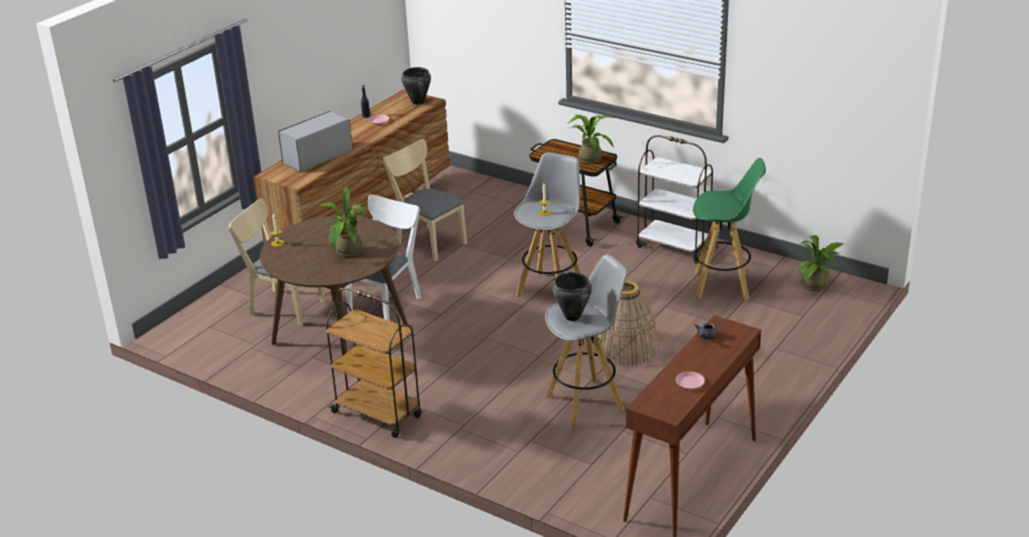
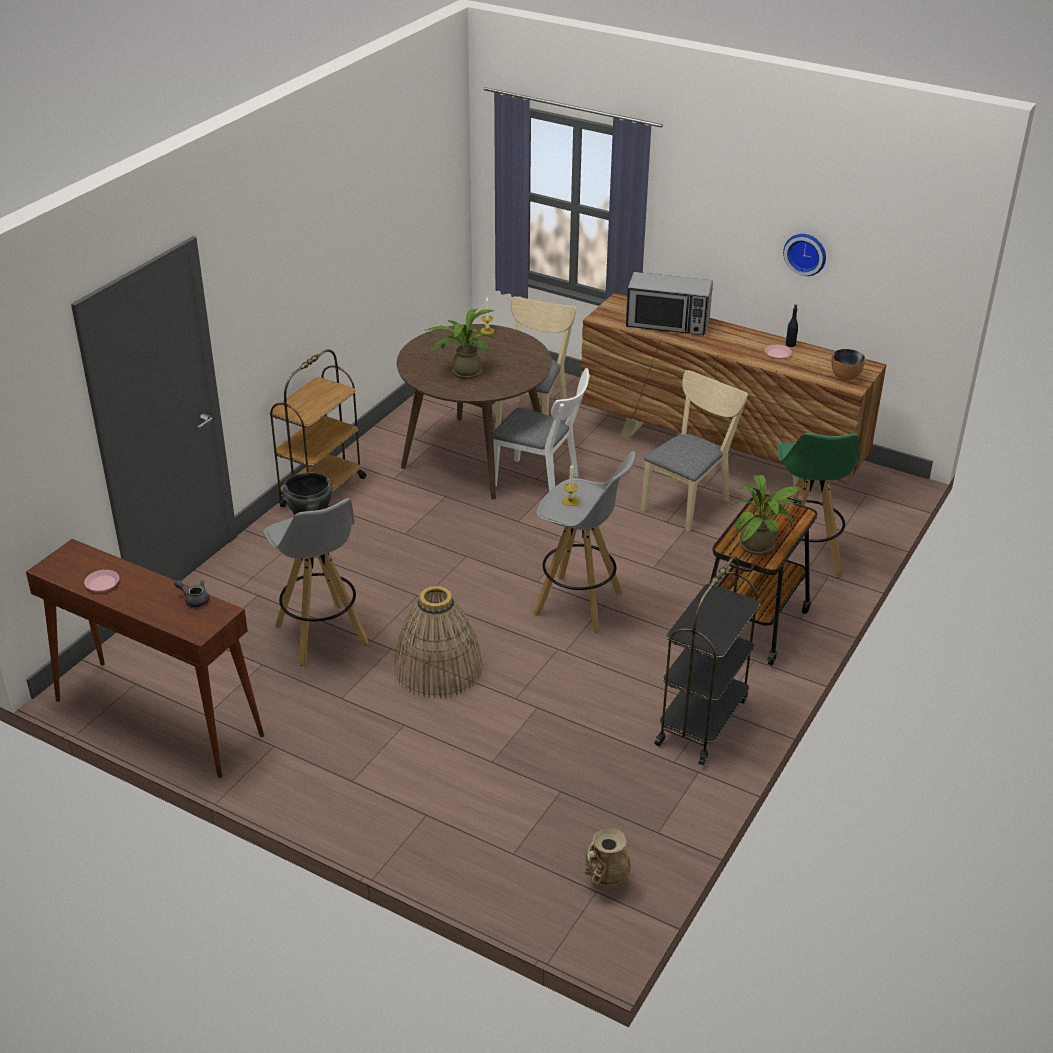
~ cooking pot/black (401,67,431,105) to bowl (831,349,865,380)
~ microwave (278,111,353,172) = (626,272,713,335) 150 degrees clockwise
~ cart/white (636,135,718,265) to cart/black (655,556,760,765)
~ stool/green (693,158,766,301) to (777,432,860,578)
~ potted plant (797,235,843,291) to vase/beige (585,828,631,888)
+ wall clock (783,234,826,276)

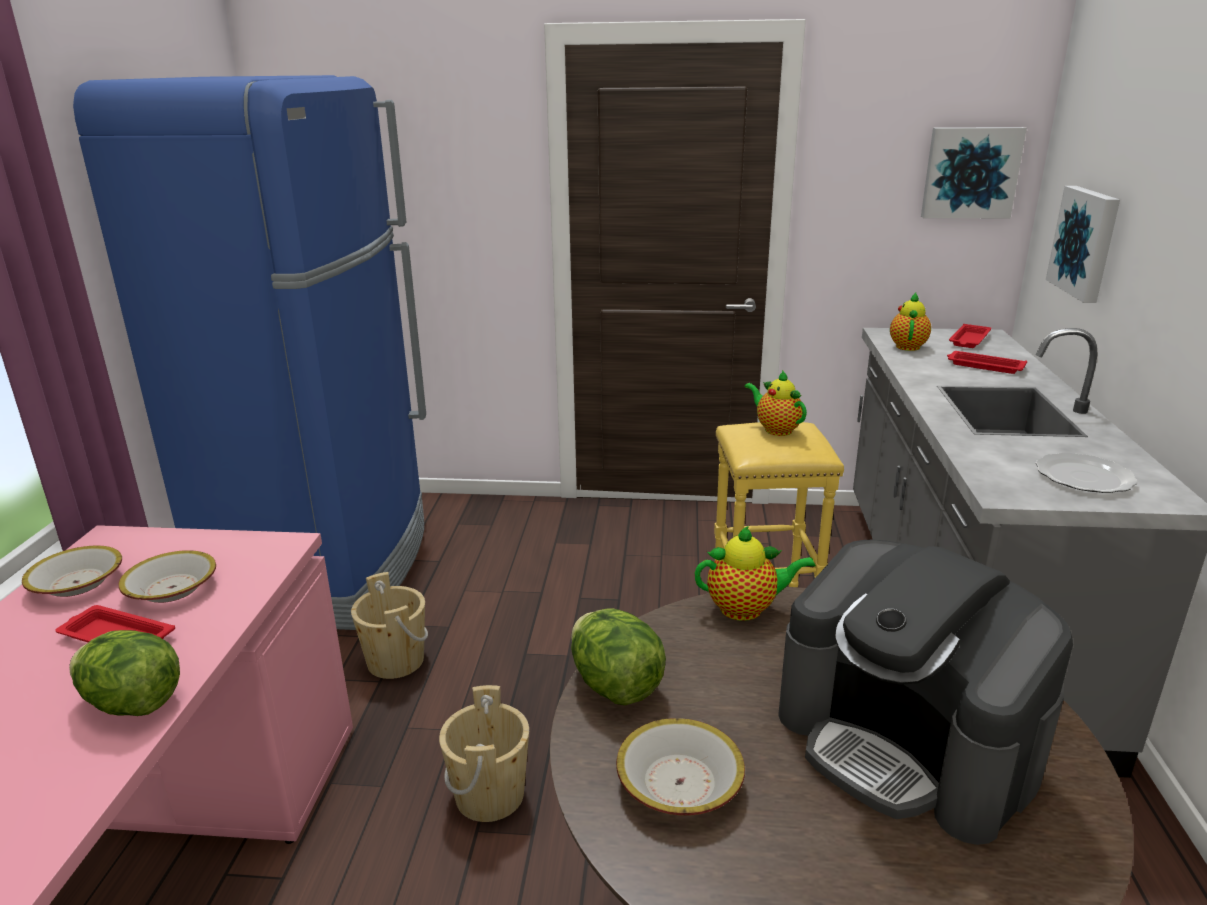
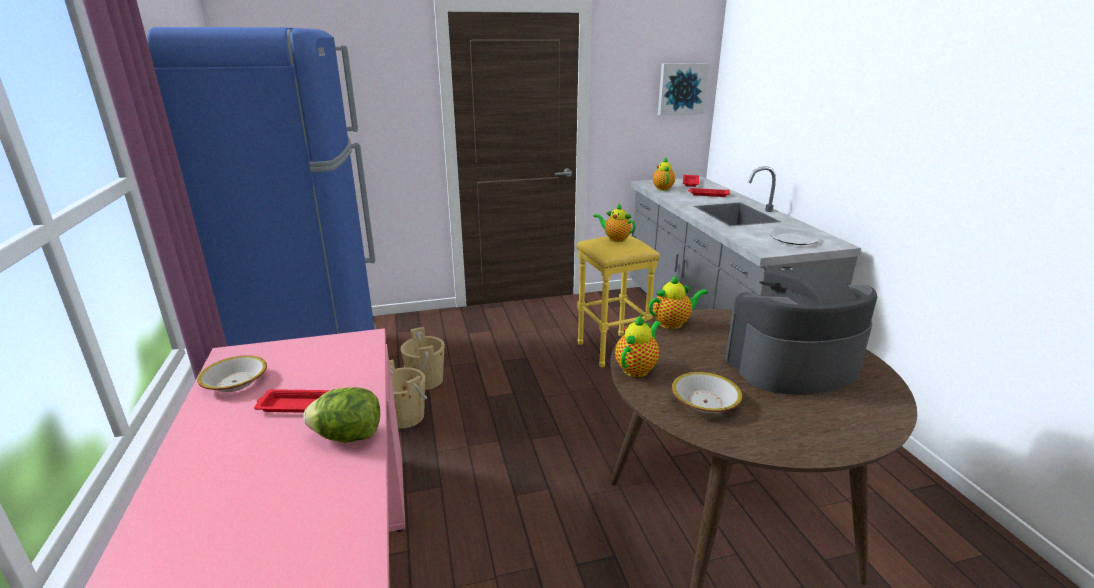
- picture (1046,186,1120,303)
~ coffee machine (778,539,1073,845) = (725,267,877,395) 135 degrees clockwise
- bowl (119,550,216,603)
~ lettuce (571,608,666,705) to teapot (615,315,661,377)
~ bucket/beige (439,685,529,822) to (400,327,445,390)

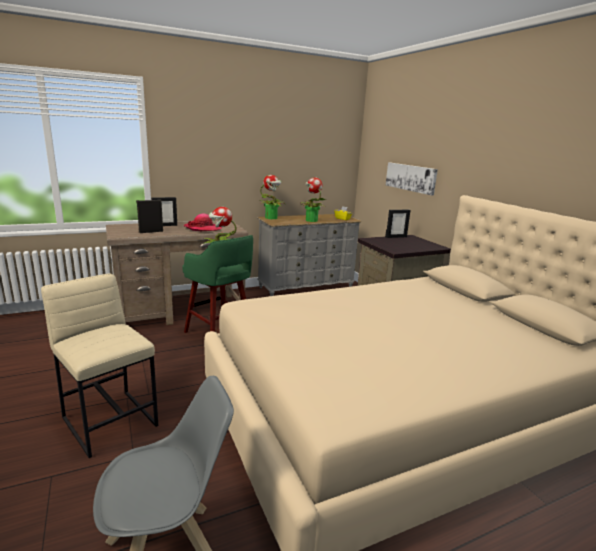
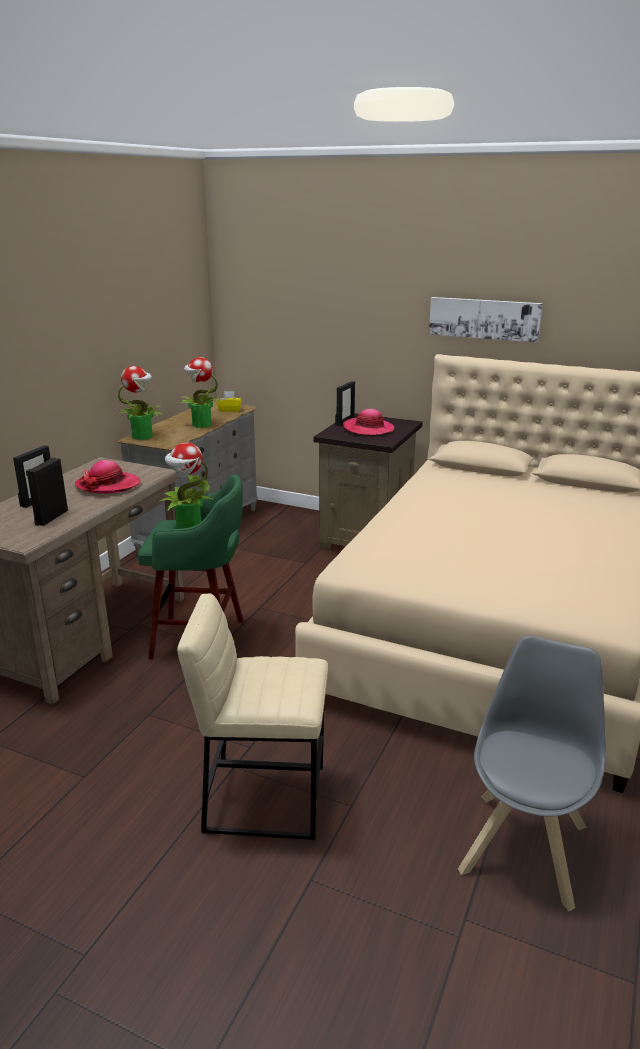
~ picture (386,162,438,196) to (429,297,543,343)
+ hat (343,409,394,435)

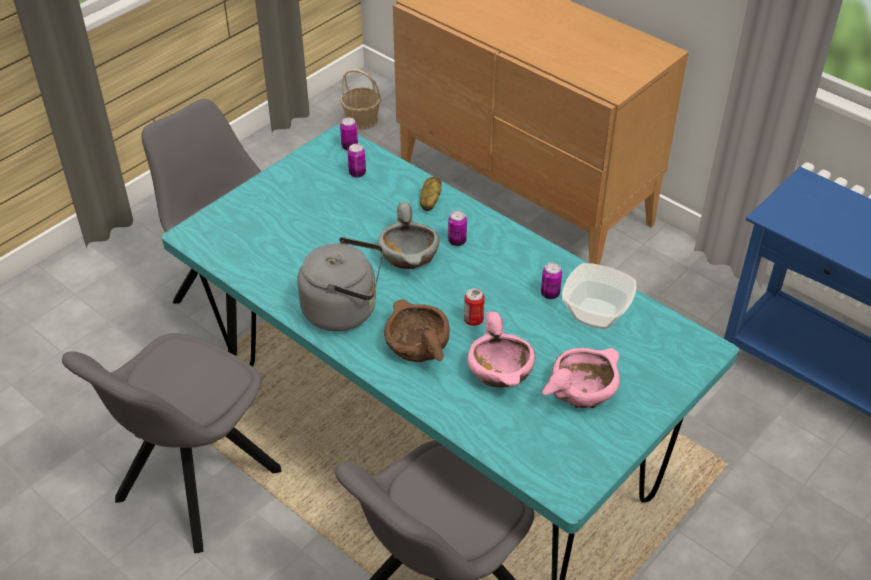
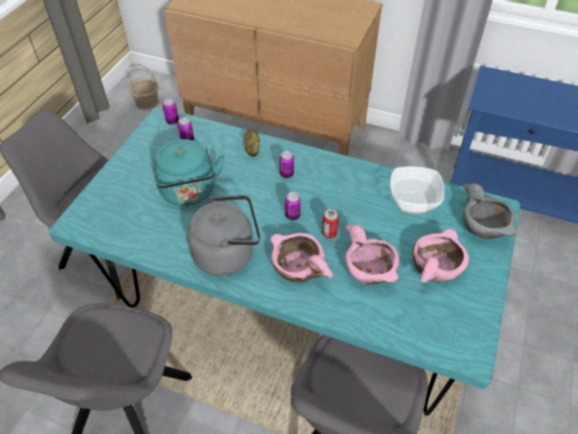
~ bowl/grey (378,202,439,269) to (463,183,517,239)
~ can (541,263,562,299) to (285,192,301,220)
~ bowl/brown (384,299,450,362) to bowl/pink (270,233,333,282)
+ kettle/turquoise (153,139,225,206)

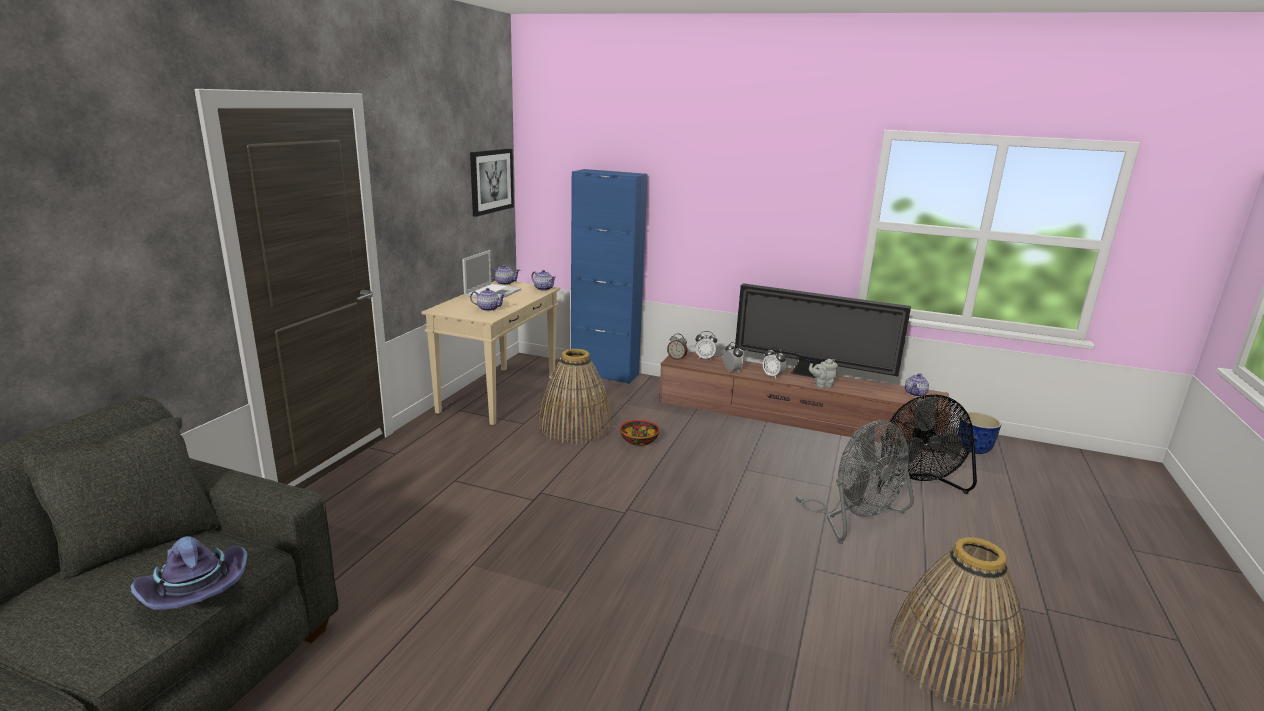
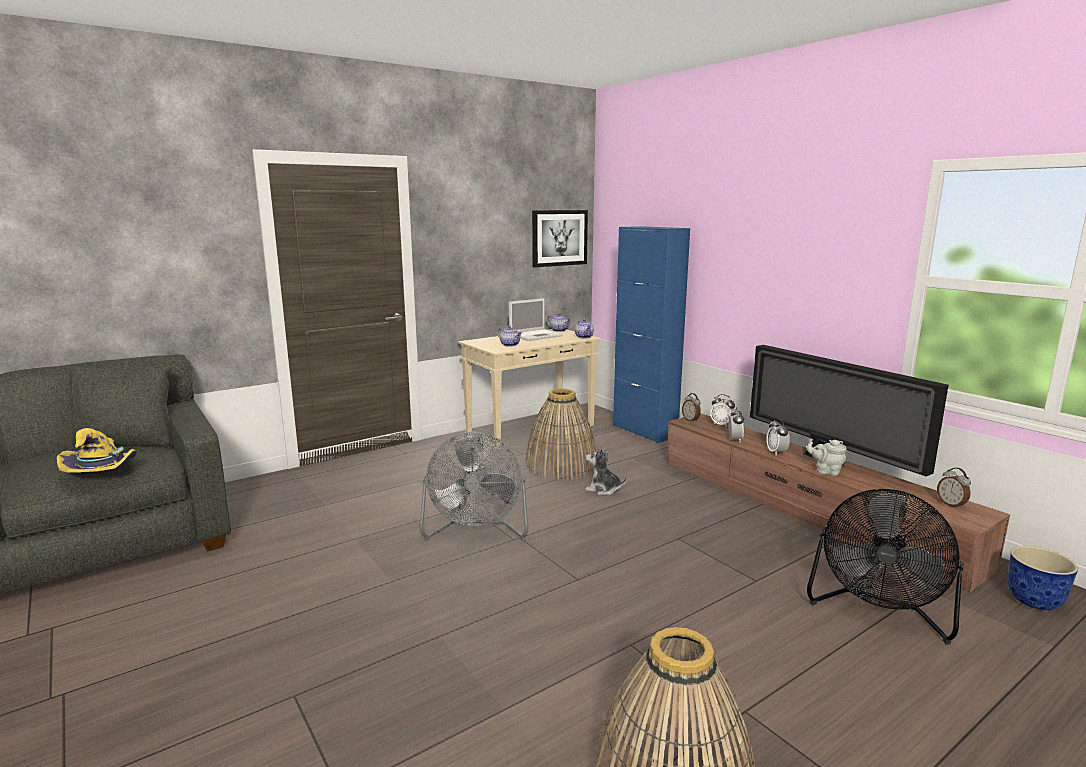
~ teapot (905,373,929,397) to alarm clock (937,468,971,509)
~ bowl (620,420,660,446) to plush toy (585,447,627,495)
~ fan/grey (796,420,914,544) to (419,432,528,541)
~ hat/purple (130,536,248,610) to hat/yellow (57,428,136,472)

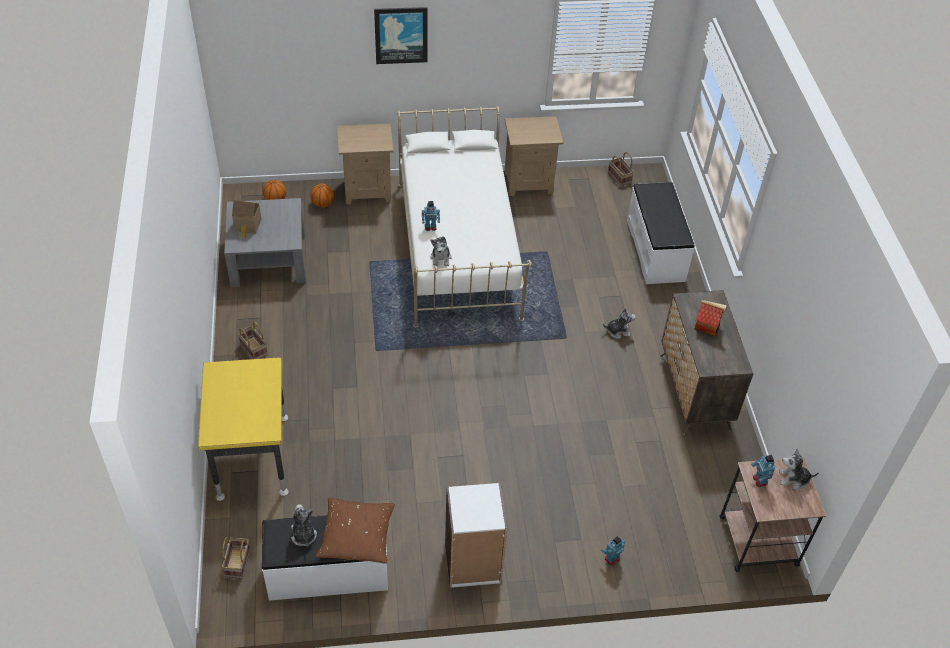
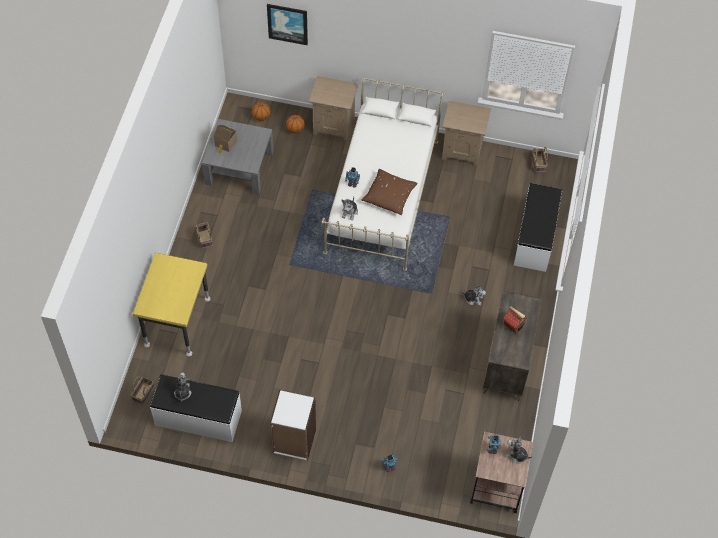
~ picture (374,7,428,64) to (267,4,308,45)
~ pillow/brown (316,498,395,564) to (362,169,418,215)

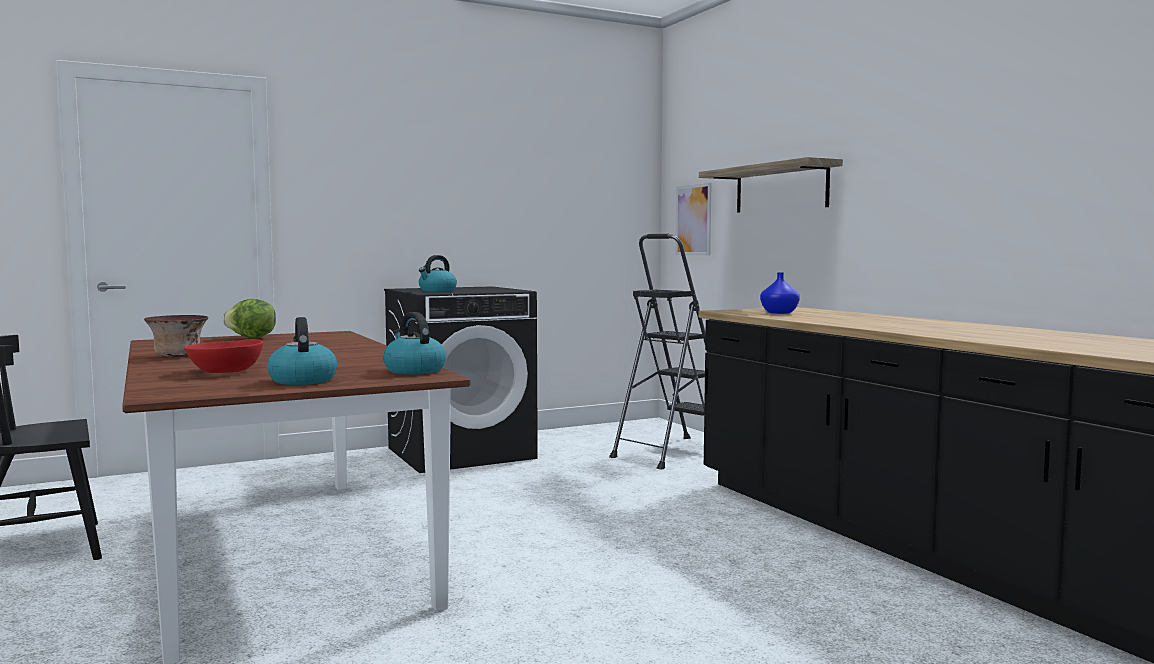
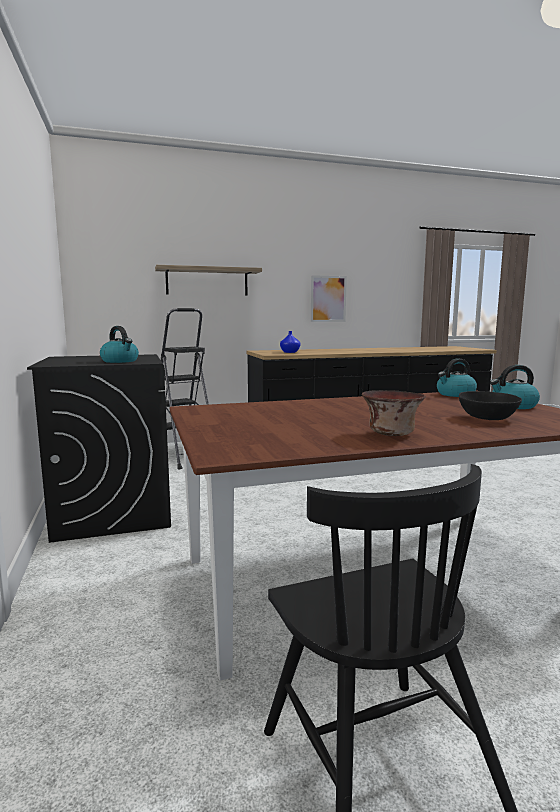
~ picture (675,183,712,256) to (311,275,347,322)
- lettuce (223,299,276,338)
~ bowl/red (184,339,263,373) to bowl/black (459,391,522,420)

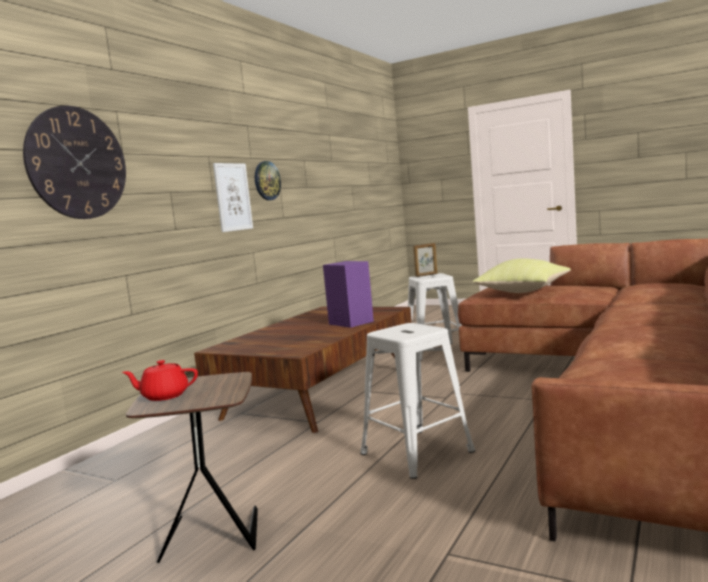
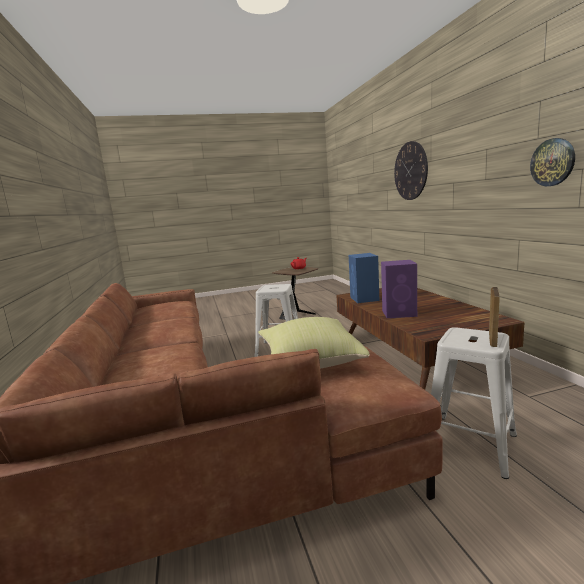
- picture (213,163,253,232)
+ speaker/blue (349,253,379,303)

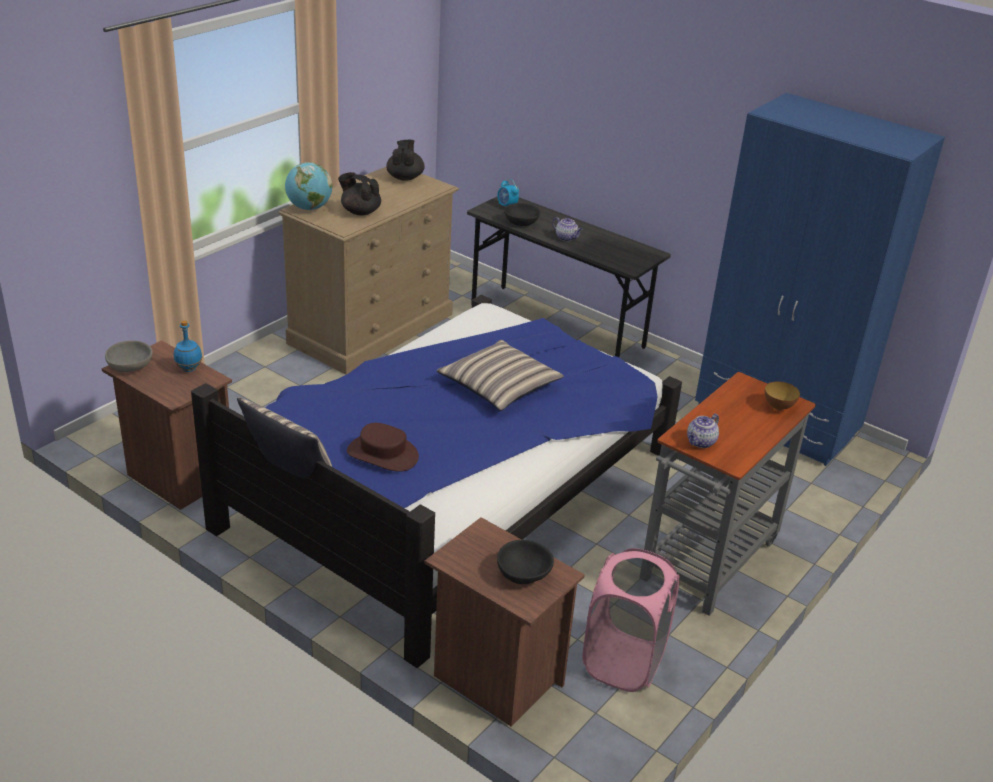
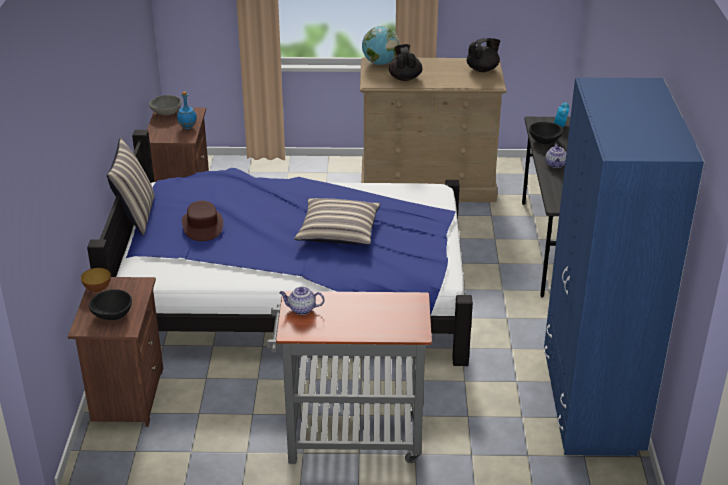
~ bowl (765,381,800,410) to (81,268,111,293)
- laundry basket/pink (583,548,680,692)

